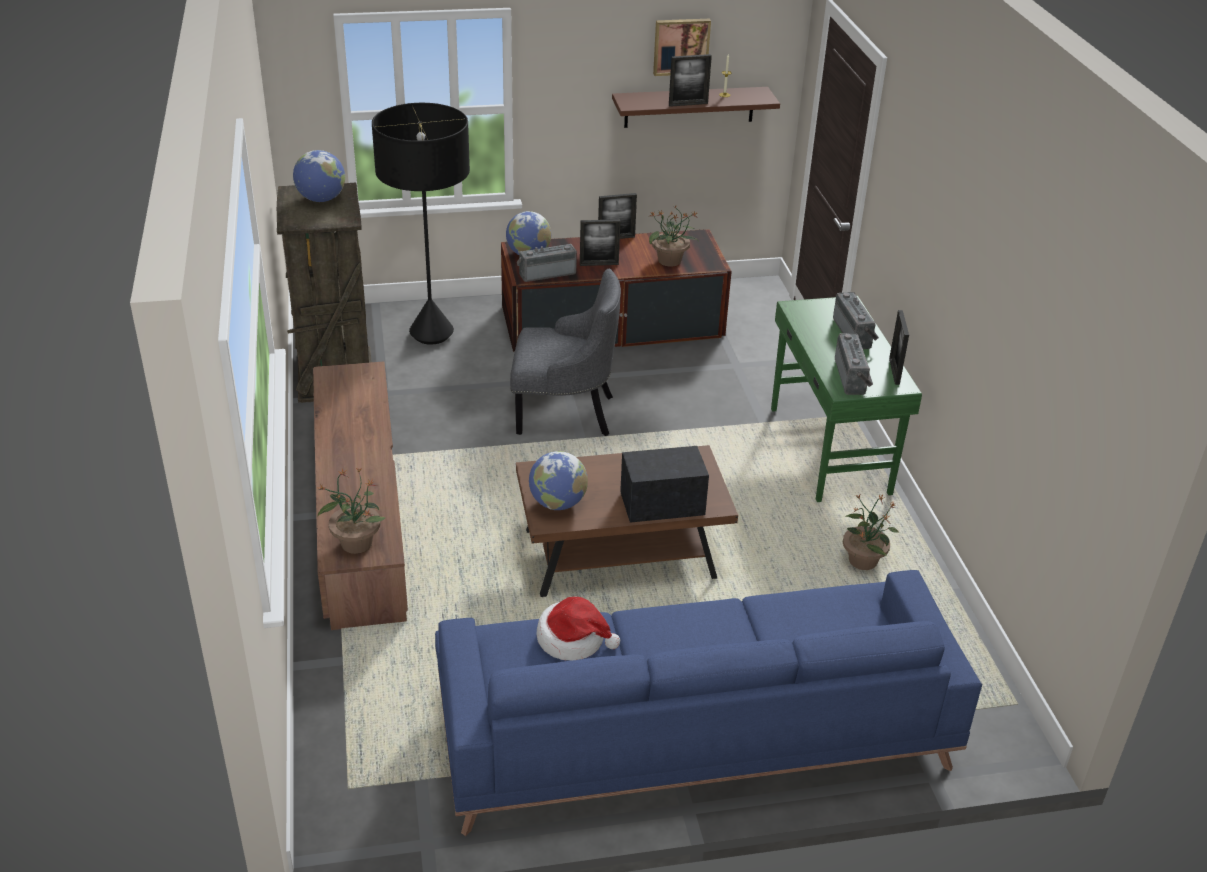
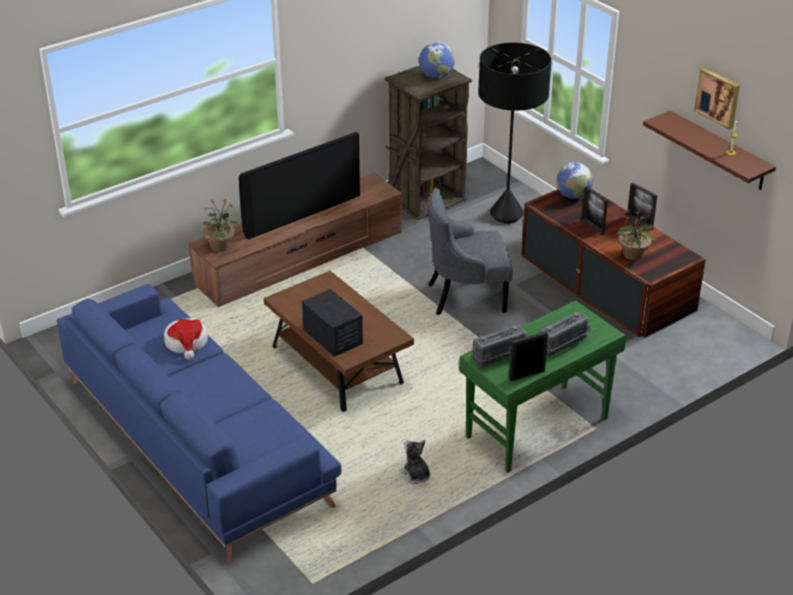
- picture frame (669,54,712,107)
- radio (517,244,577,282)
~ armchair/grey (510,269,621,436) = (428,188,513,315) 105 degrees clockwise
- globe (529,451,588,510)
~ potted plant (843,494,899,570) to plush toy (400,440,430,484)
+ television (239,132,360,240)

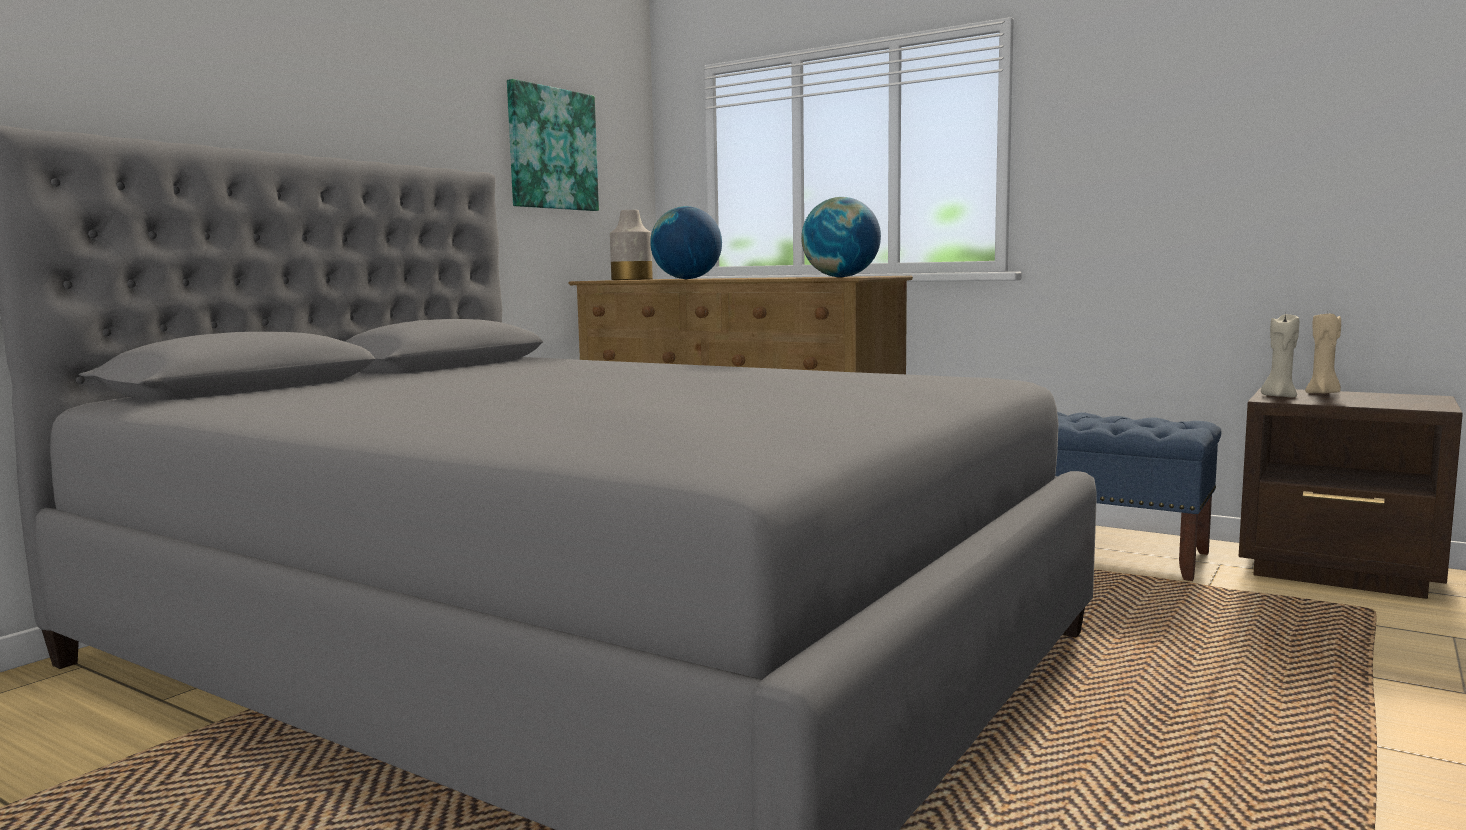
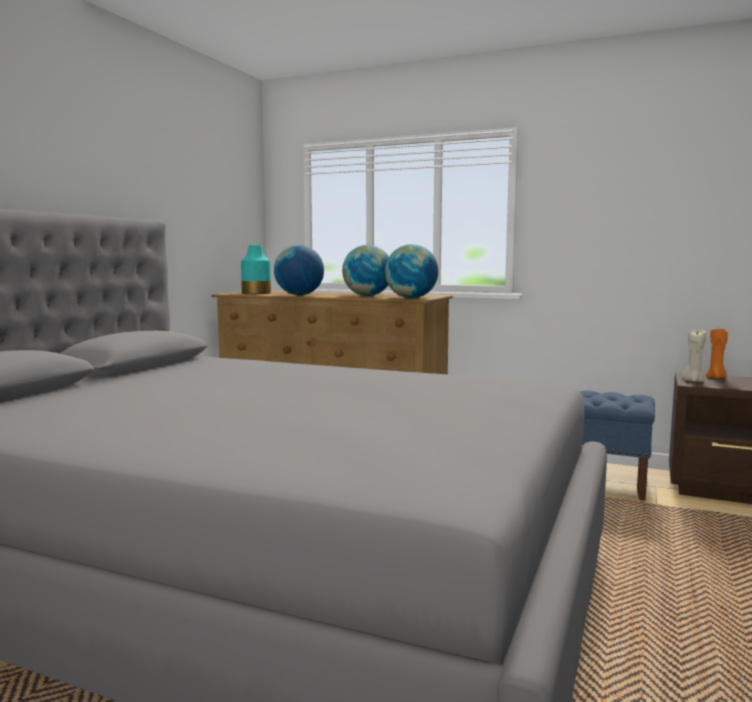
- picture (507,79,599,211)
~ vase/beige (610,210,653,280) to vase/turquoise (241,245,271,294)
~ candle/beige (1305,311,1341,394) to candle/orange (706,327,728,379)
+ globe (342,245,389,296)

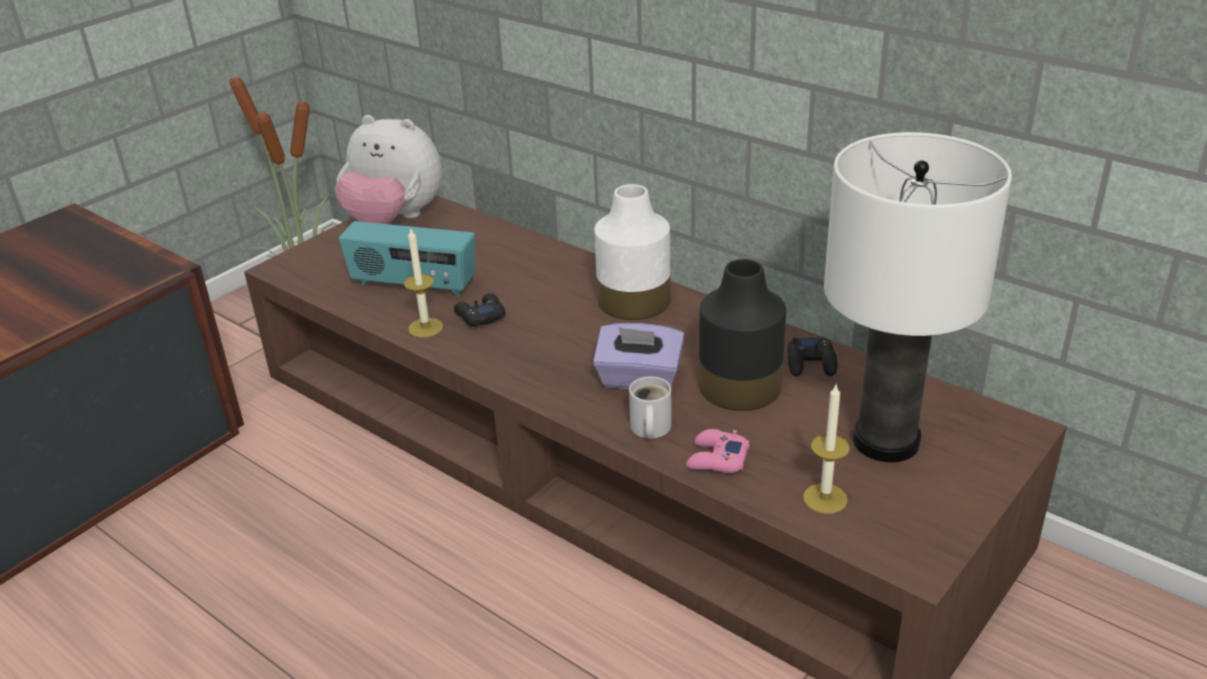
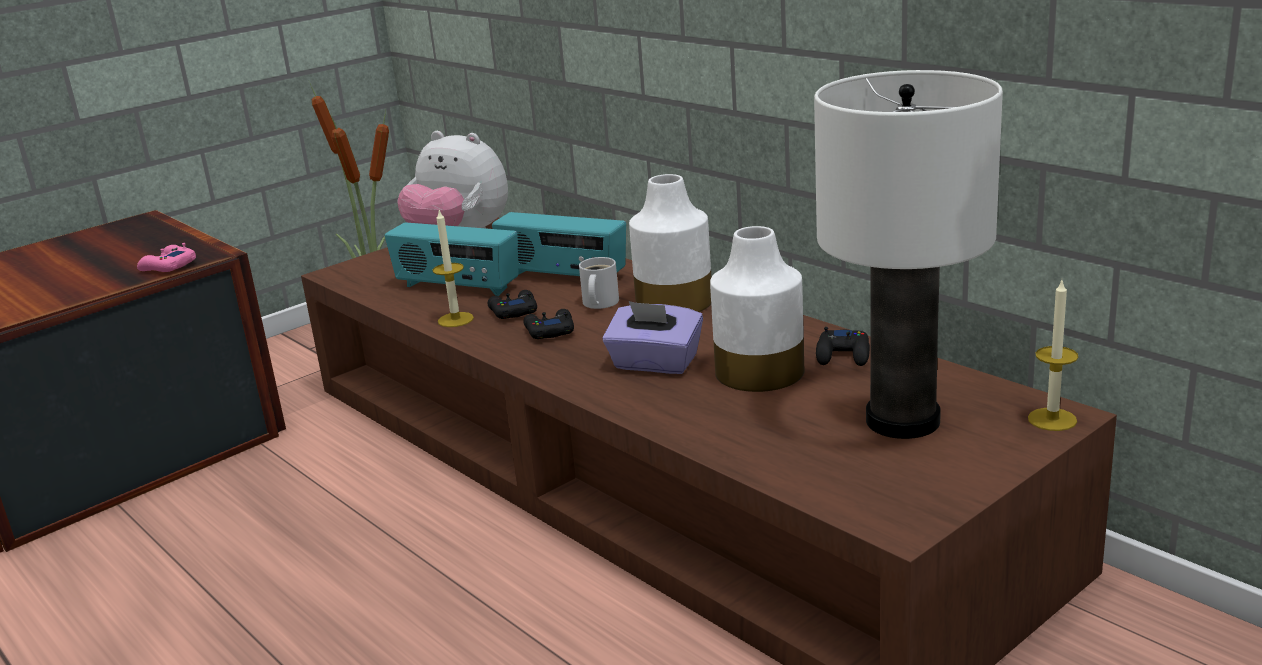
~ vase/black (699,259,786,411) to vase/white (710,226,804,392)
~ mug/white (629,376,672,439) to (579,257,619,309)
~ candle (803,385,850,514) to (1028,281,1078,431)
~ game controller/pink (686,429,749,473) to (137,243,196,272)
+ radio (492,212,626,276)
+ game controller/black (523,309,574,339)

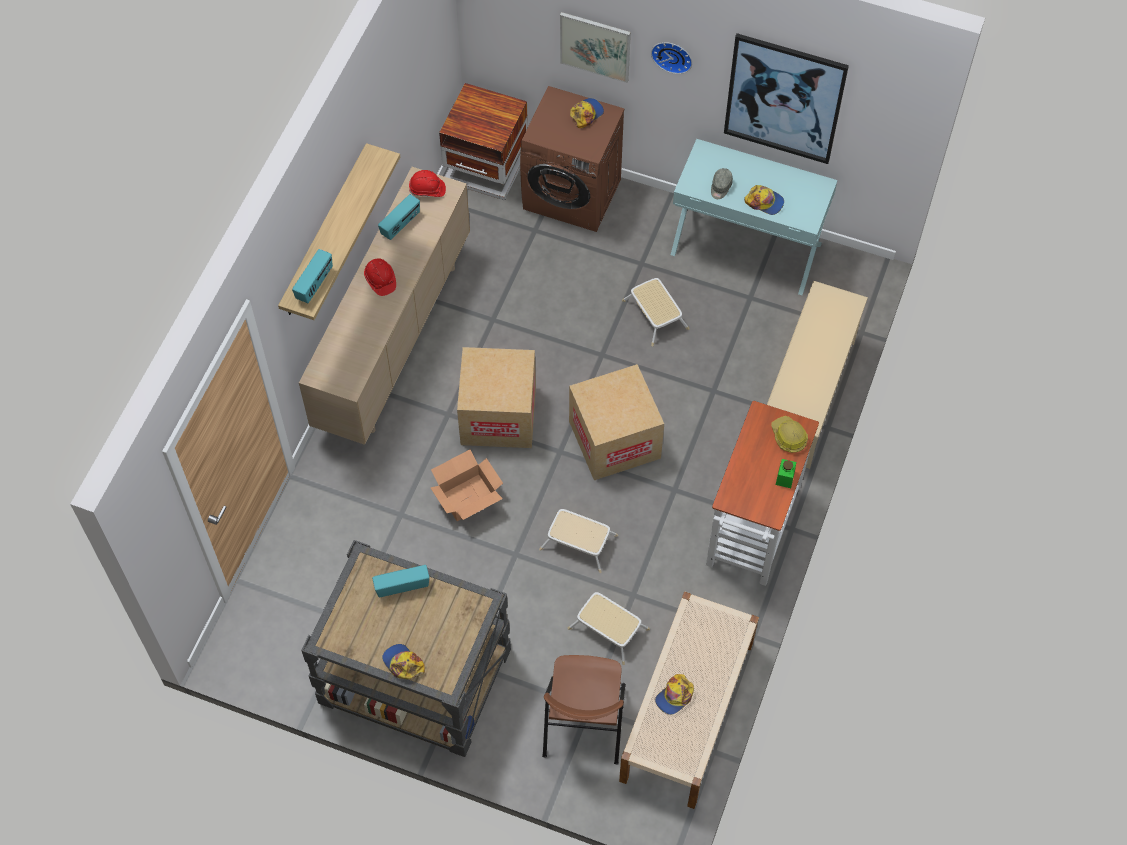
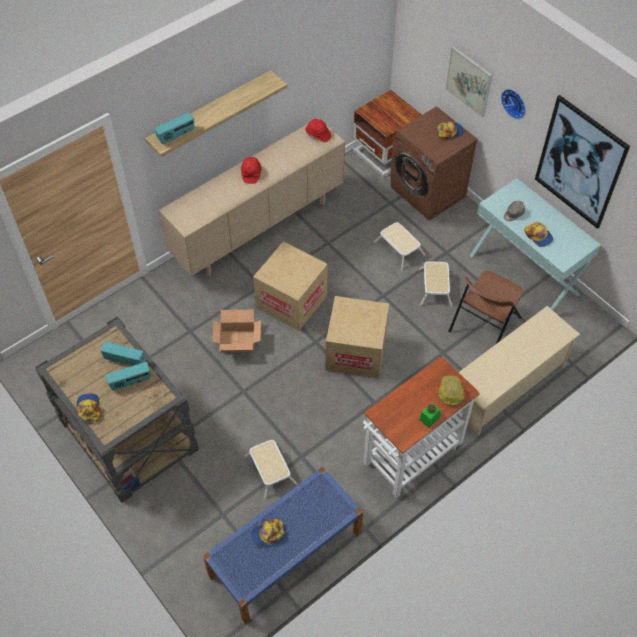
~ radio (378,194,420,240) to (106,362,150,391)
~ step ladder/beige (539,509,618,573) to (373,222,426,270)
~ bench/beige (619,591,759,809) to bench/blue (203,466,363,625)
~ chair/brown (542,655,626,764) to (448,271,524,344)

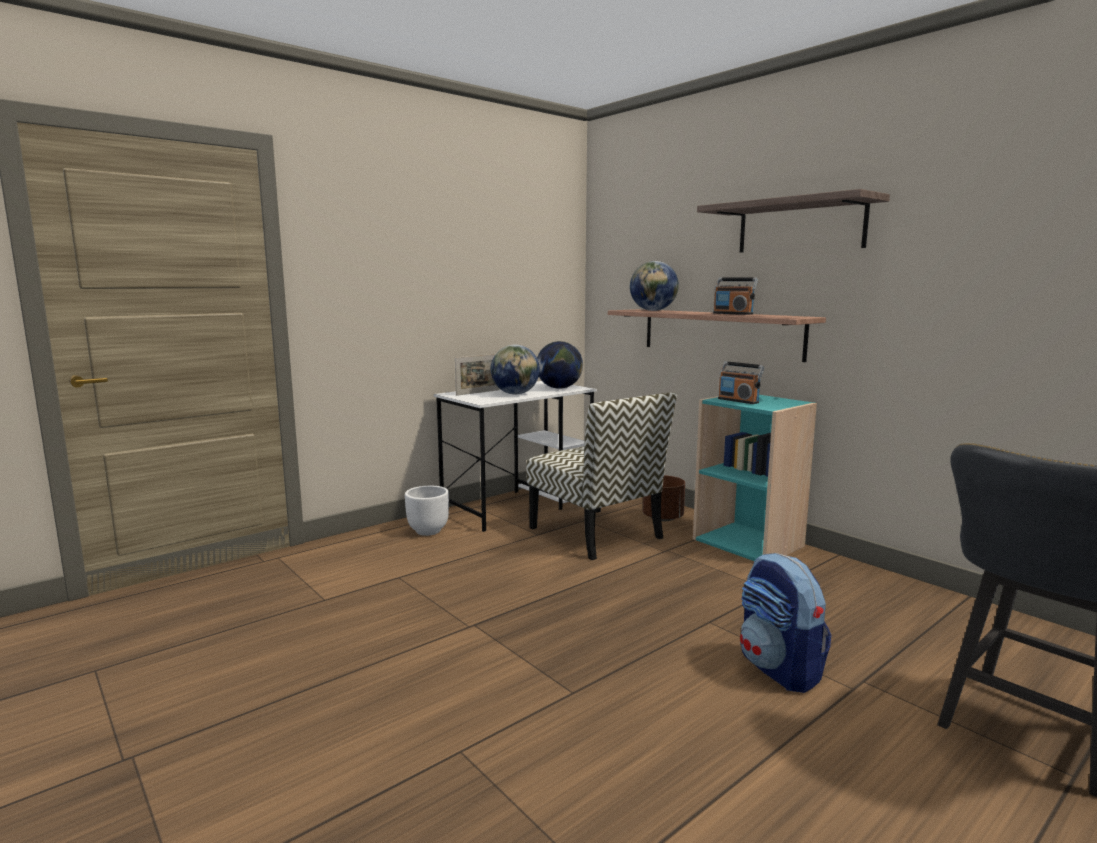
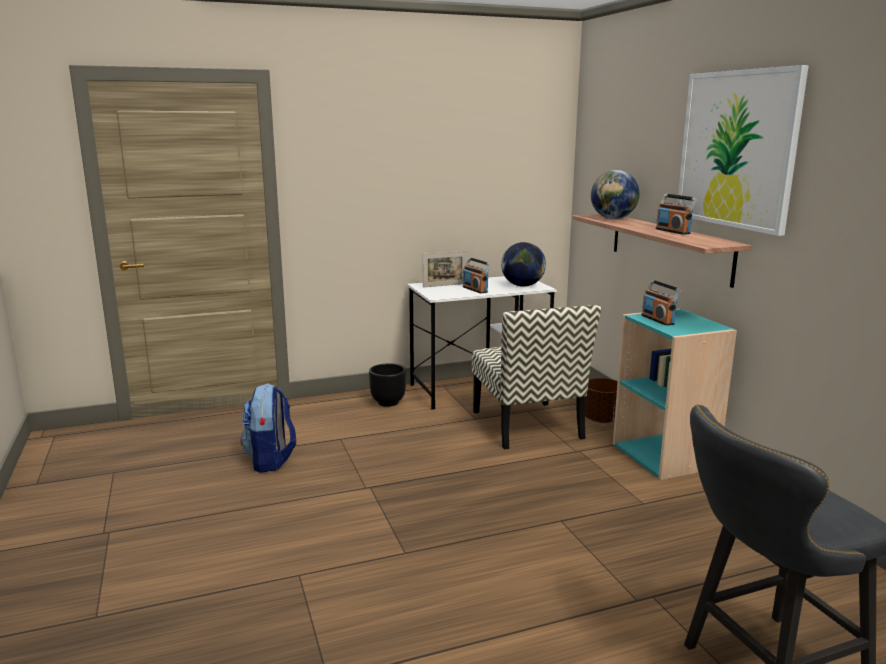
~ shelf (697,189,890,252) to picture (677,65,809,236)
~ globe (491,345,540,394) to radio (463,257,491,294)
~ planter/white (405,486,449,536) to planter/black (369,363,406,407)
~ backpack (740,553,831,693) to (241,383,296,473)

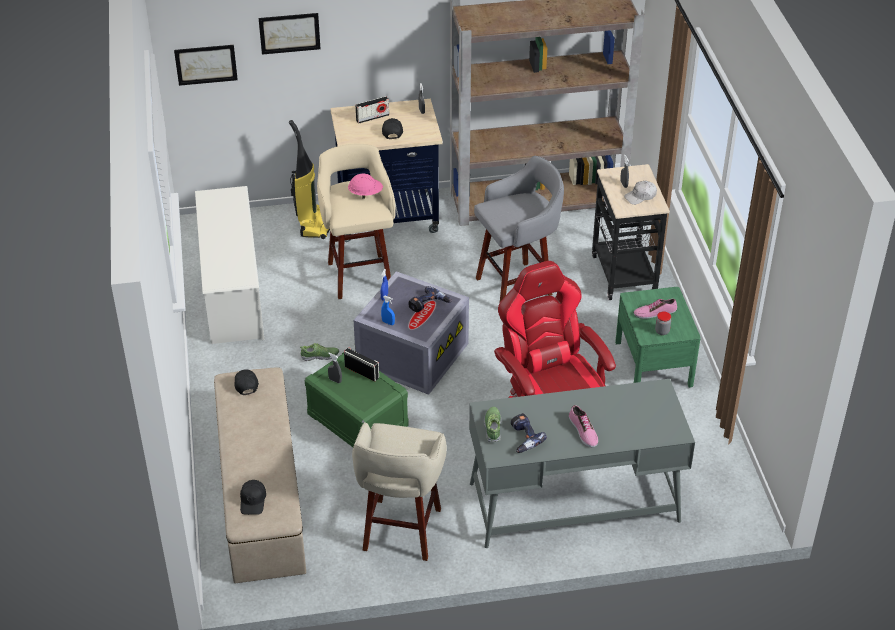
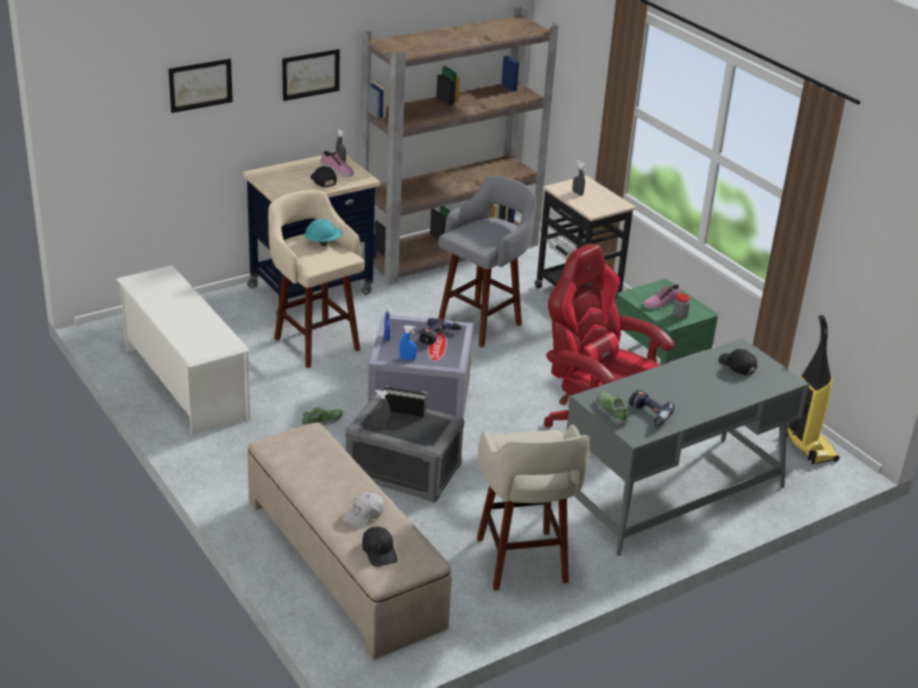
~ picture (174,45,238,86) to (282,49,340,101)
- radio (355,96,389,123)
~ vacuum cleaner (289,120,330,239) to (787,315,839,464)
~ hard hat/pink (348,174,383,199) to hard hat/turquoise (304,219,343,246)
~ cap/white (624,181,657,205) to (342,492,384,529)
~ storage box/green (305,352,409,447) to storage box/grey (345,394,464,502)
~ cap/black (234,369,259,395) to (719,349,757,375)
~ shoe (569,405,598,447) to (321,151,354,177)

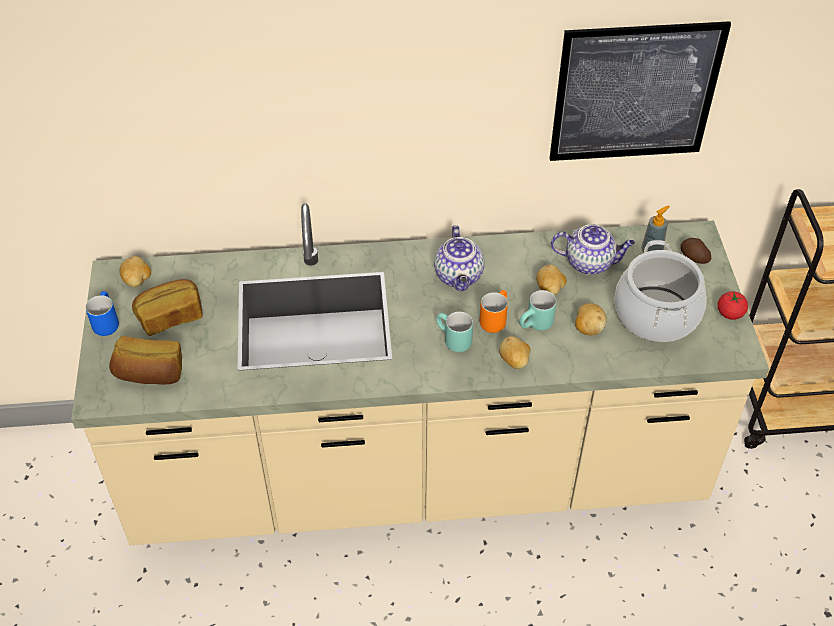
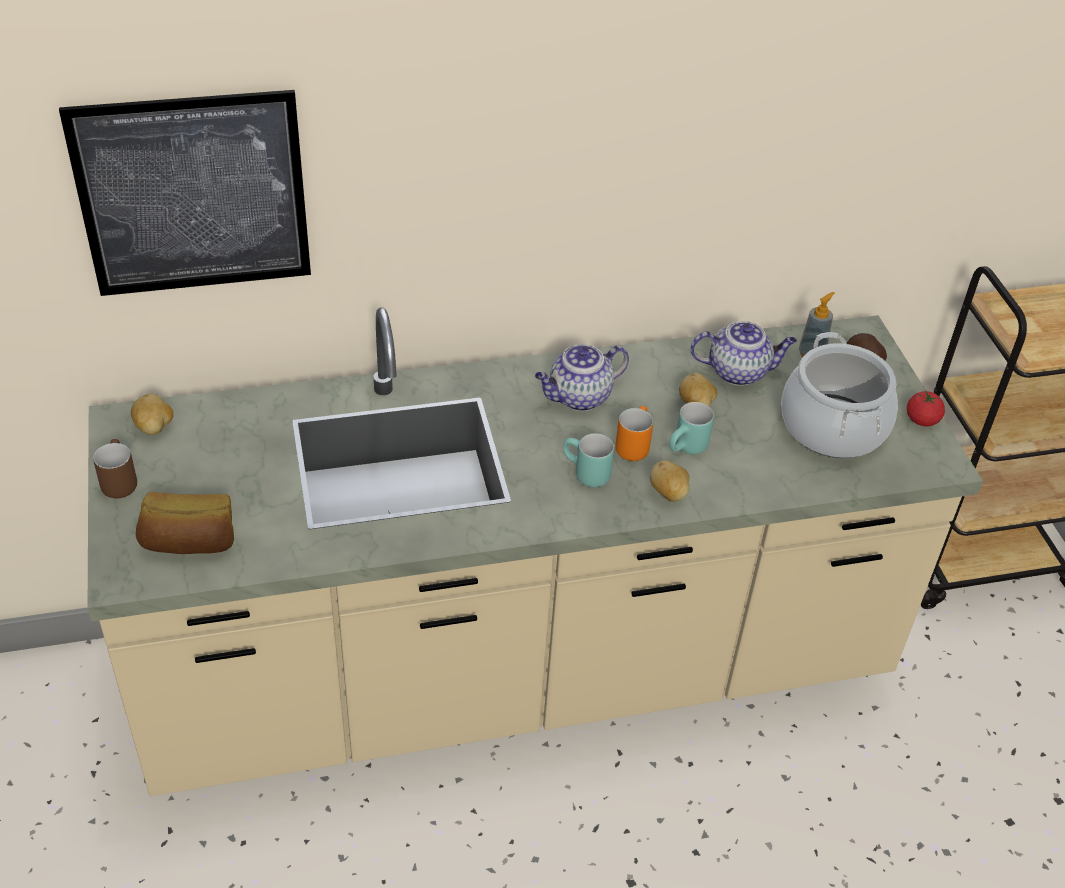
~ picture (550,21,731,161) to (59,90,311,296)
~ teapot (434,225,485,292) = (535,344,629,411) 75 degrees clockwise
- bread (132,279,203,336)
~ mug/blue (86,291,119,336) to mug/brown (93,439,137,498)
- potato (575,303,607,335)

